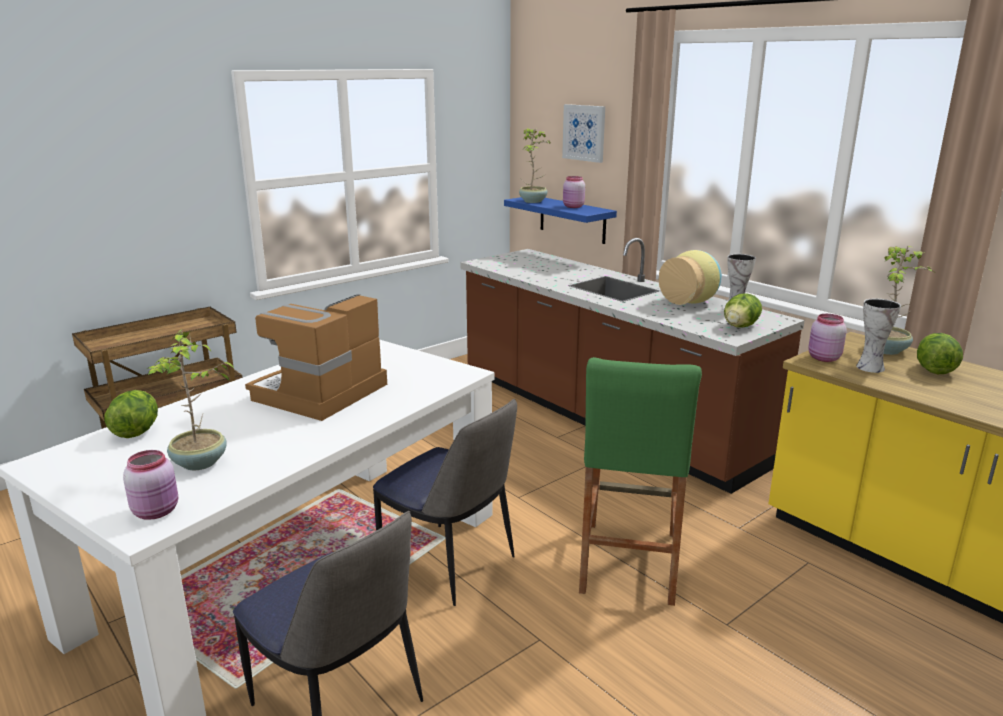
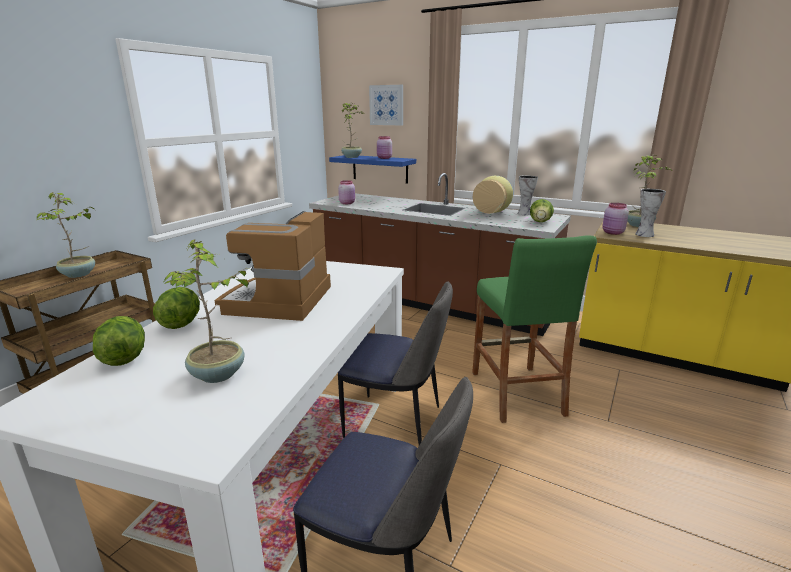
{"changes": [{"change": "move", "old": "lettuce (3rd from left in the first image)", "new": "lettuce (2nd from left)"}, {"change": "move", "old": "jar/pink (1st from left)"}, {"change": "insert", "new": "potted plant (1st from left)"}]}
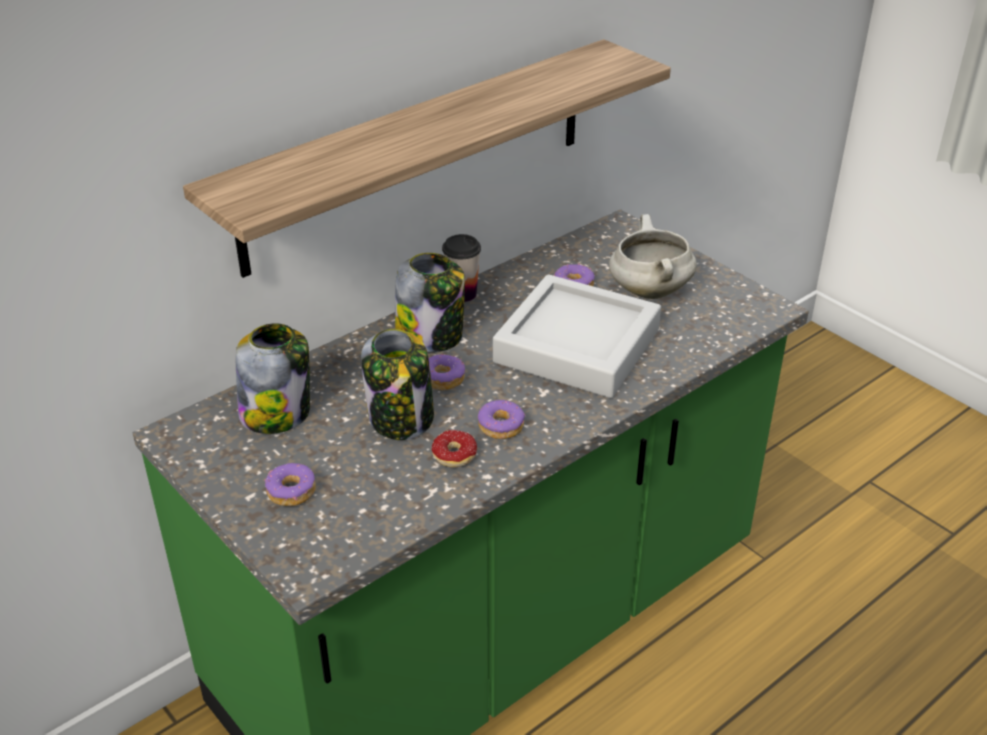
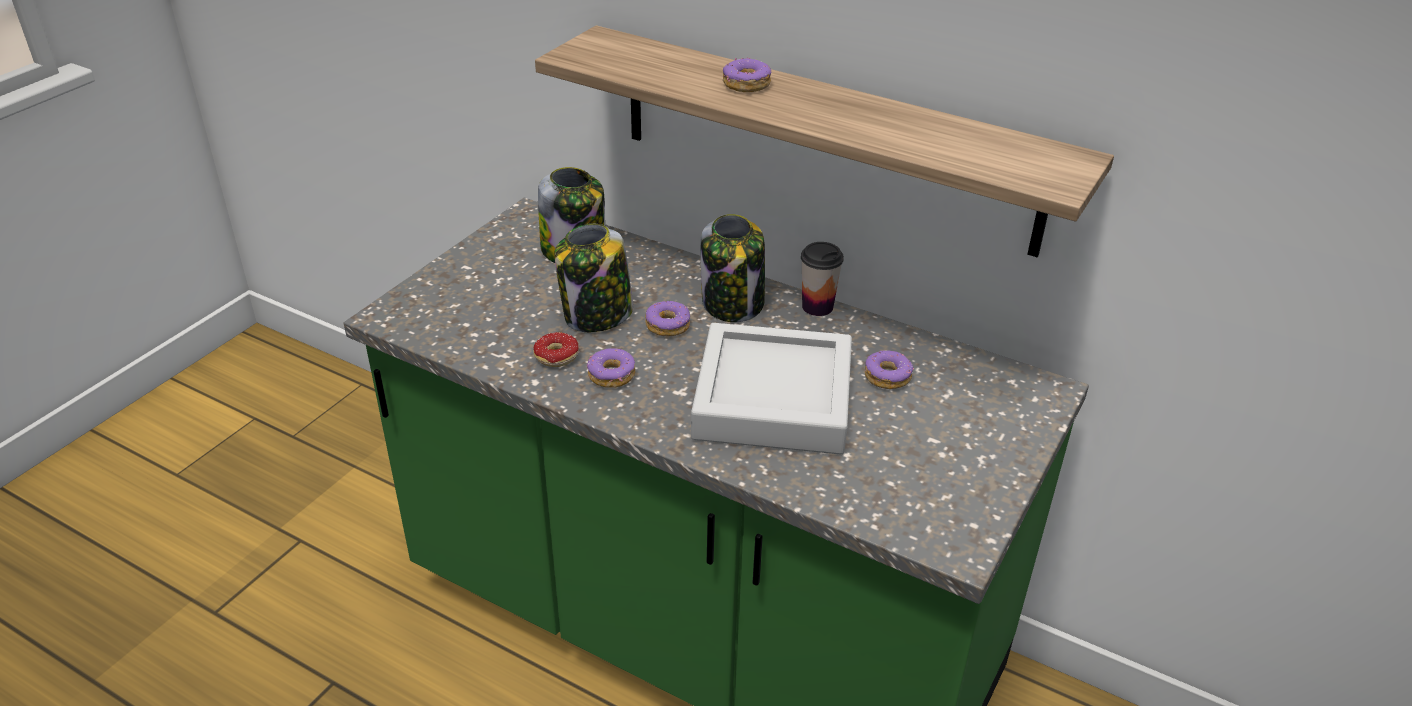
{"changes": [{"change": "delete", "old": "cooking pot/white"}, {"change": "move", "old": "donut (1st from left in the first image)", "new": "donut (4th from left)"}]}
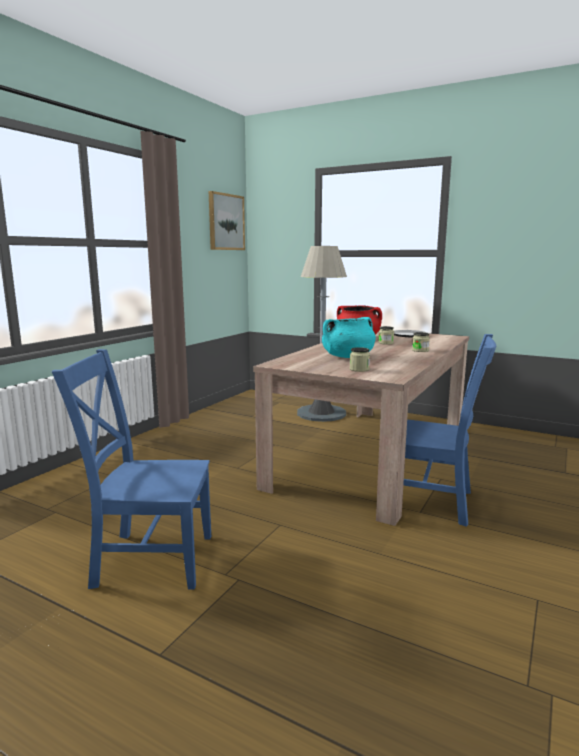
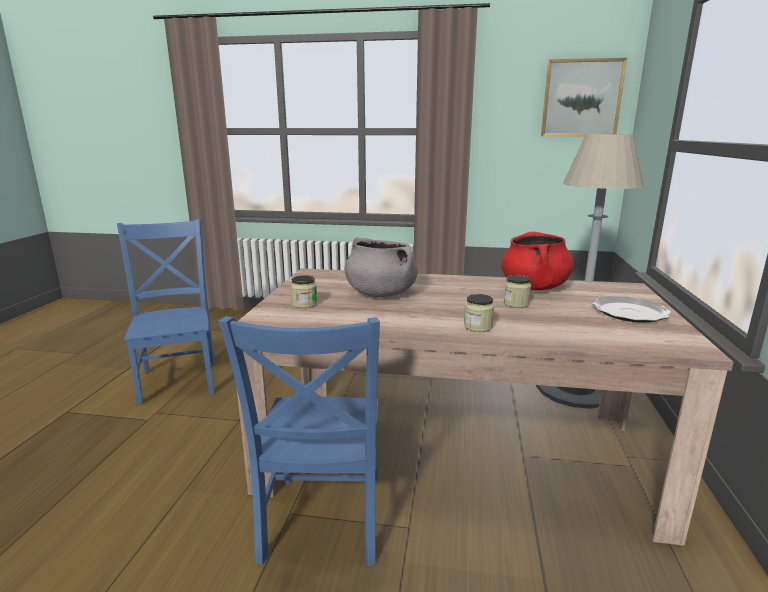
{"changes": [{"change": "recolor", "old": "cooking pot/turquoise", "new": "cooking pot/grey"}]}
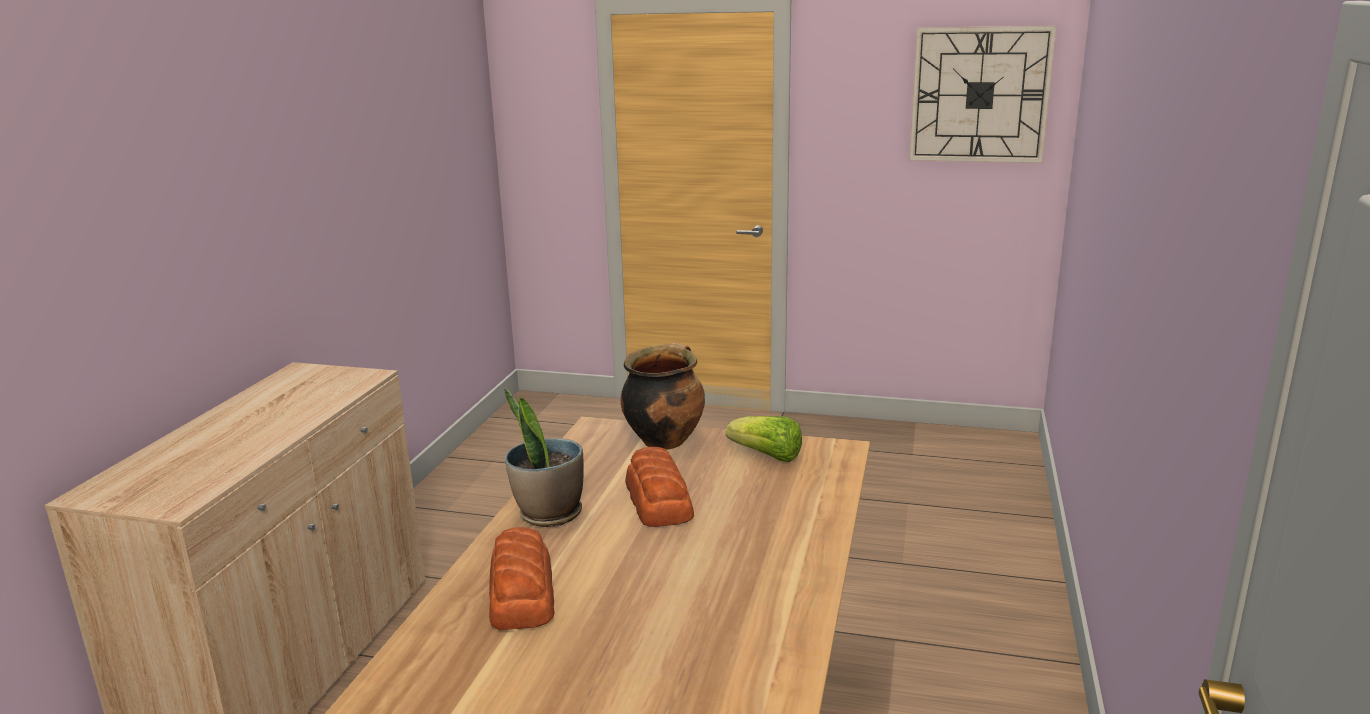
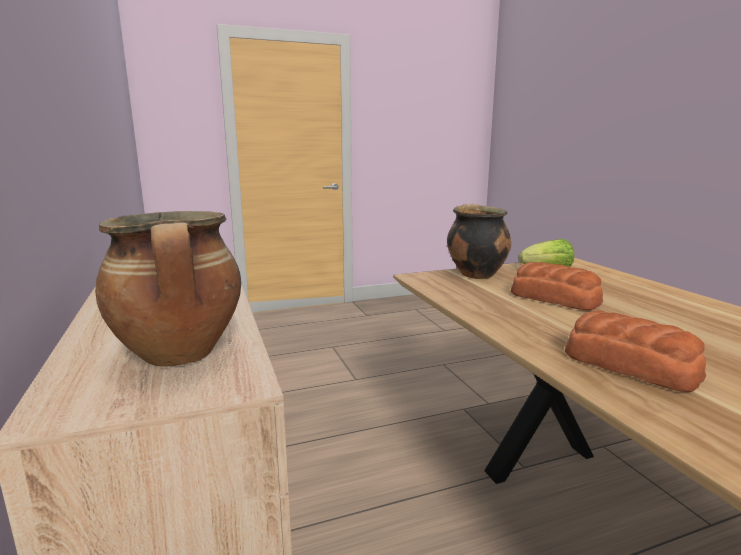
{"changes": [{"change": "delete", "old": "wall clock"}, {"change": "delete", "old": "potted plant"}, {"change": "insert", "new": "cooking pot (1st from left)"}]}
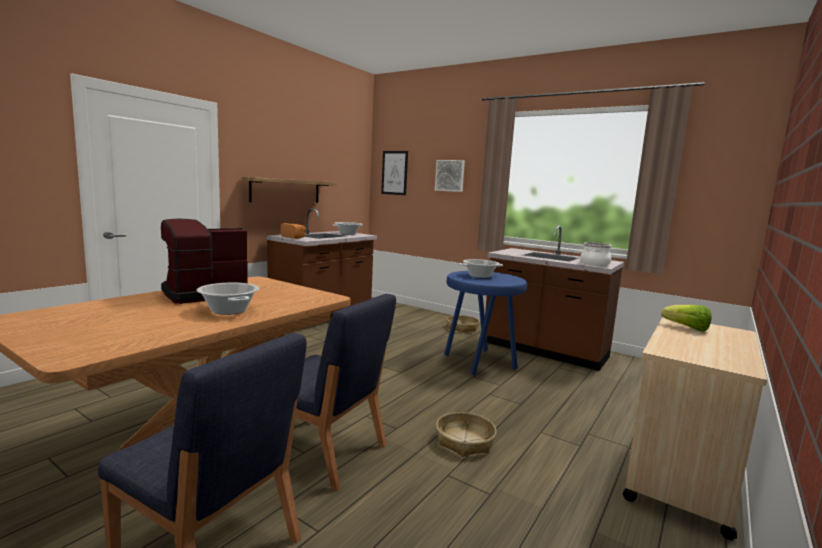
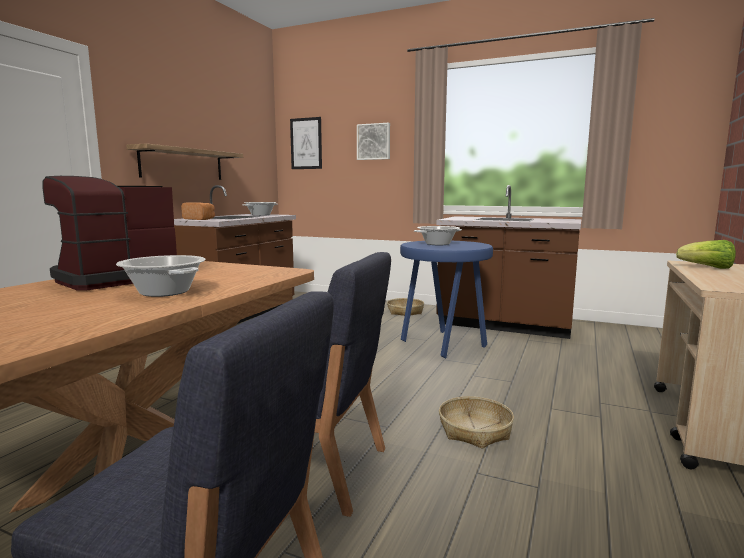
{"changes": [{"change": "delete", "old": "cooking pot (4th from left)"}]}
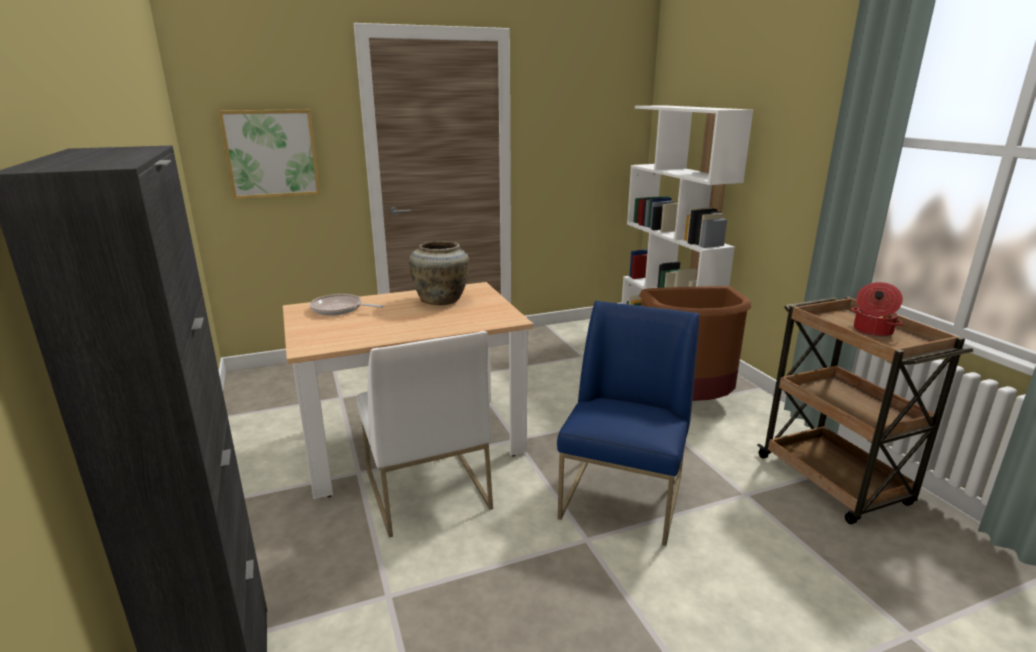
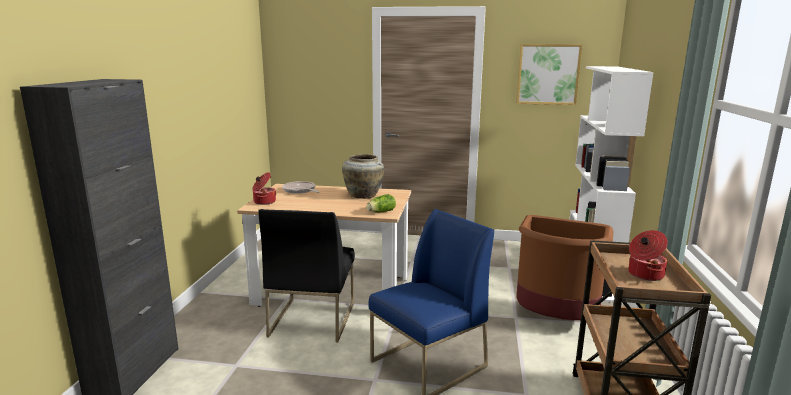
{"changes": [{"change": "move", "old": "picture"}, {"change": "recolor", "old": "chair/white", "new": "chair/black"}, {"change": "insert", "new": "cooking pot (1st from left)"}, {"change": "insert", "new": "lettuce"}]}
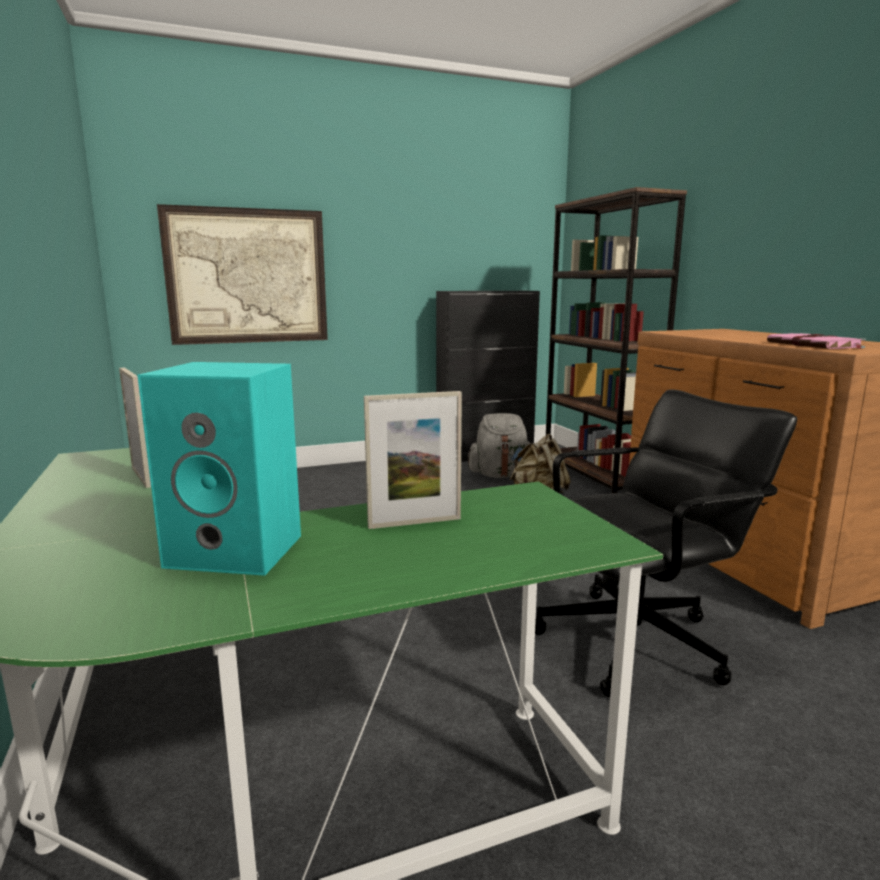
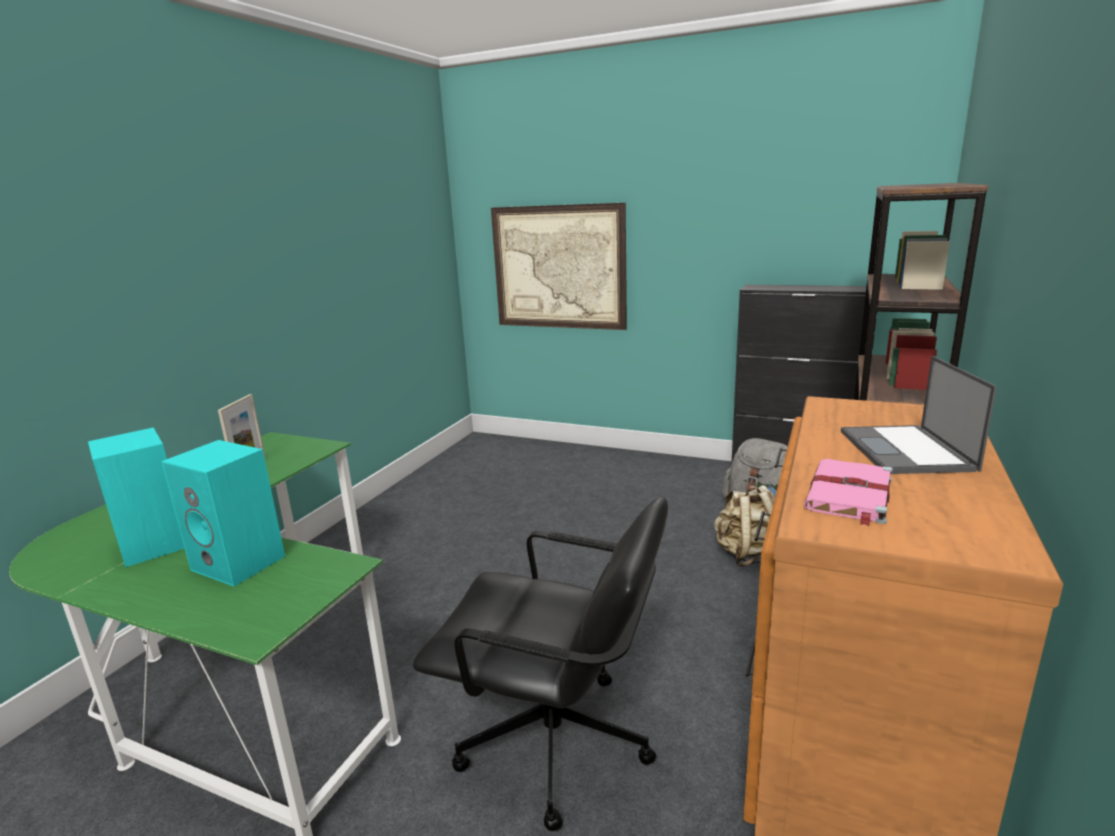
{"changes": [{"change": "replace", "old": "picture frame (2nd from left)", "new": "speaker/turquoise (2nd from left)"}, {"change": "insert", "new": "laptop"}]}
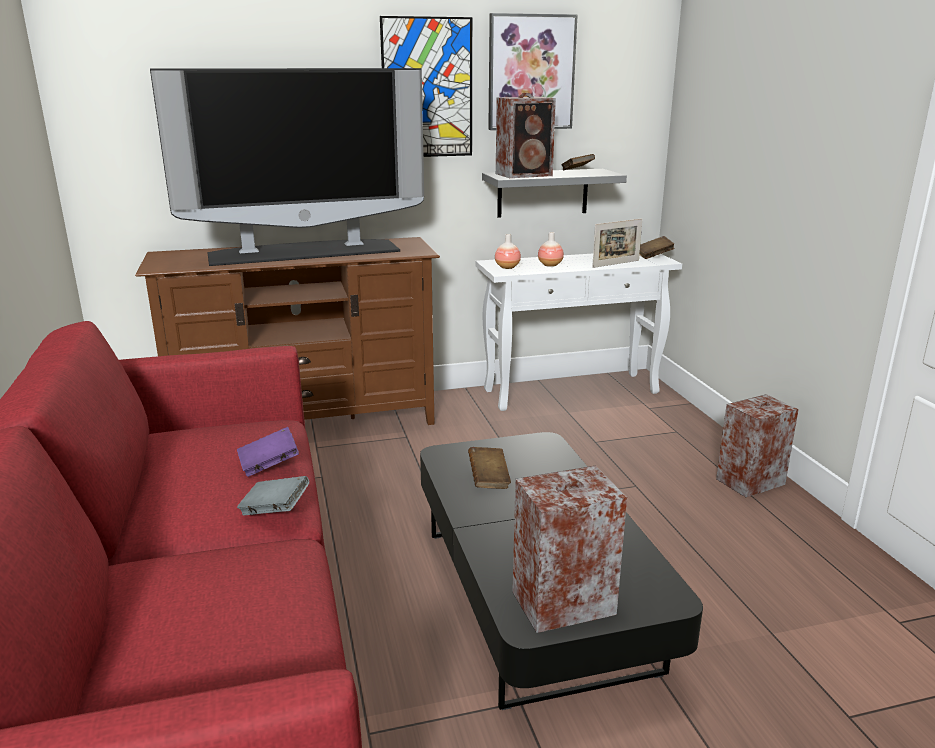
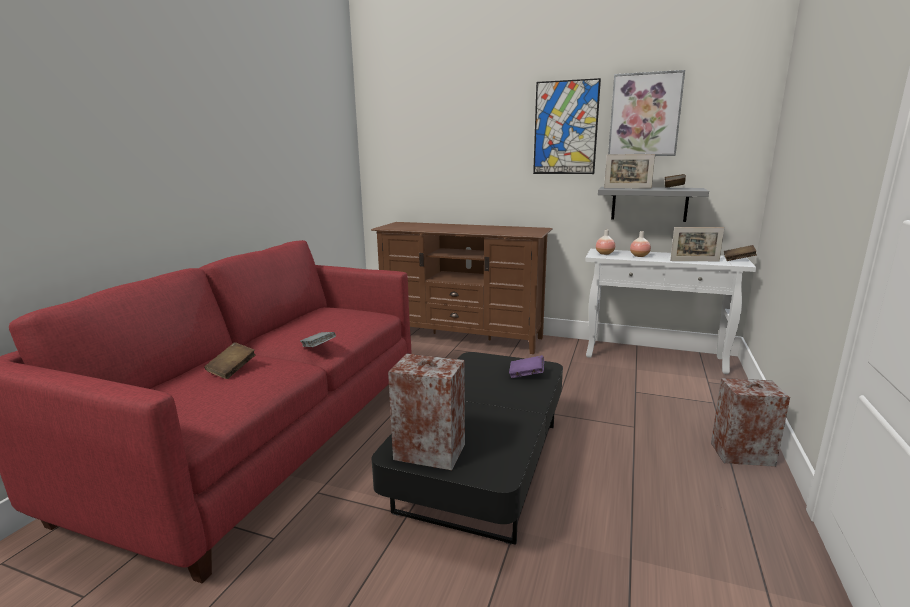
{"changes": [{"change": "delete", "old": "television"}, {"change": "replace", "old": "speaker (1st from left)", "new": "picture frame (1st from left)"}, {"change": "move", "old": "book/purple"}, {"change": "move", "old": "book/brown (1st from left)"}]}
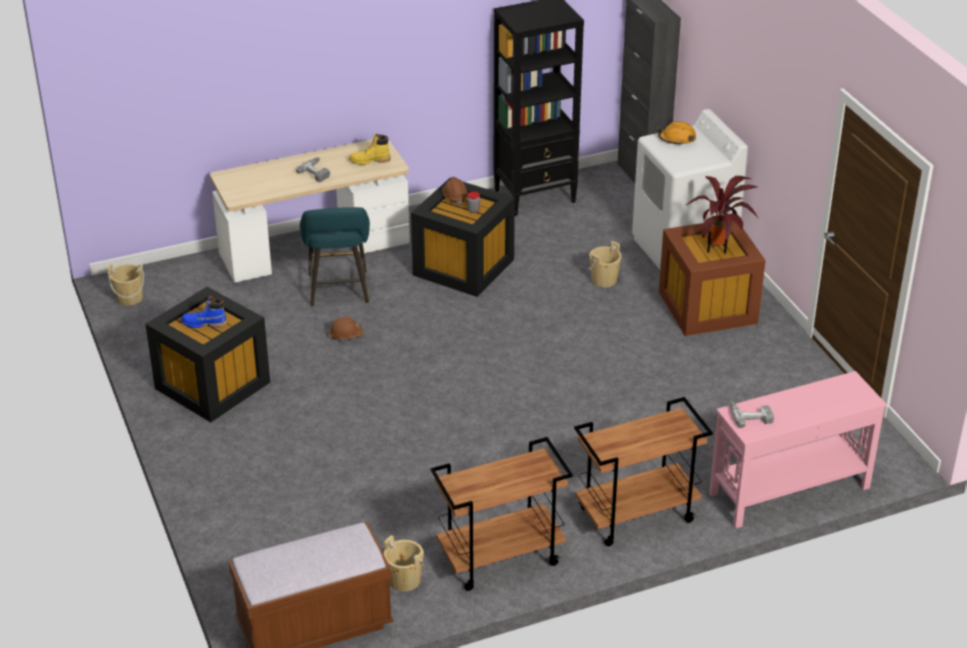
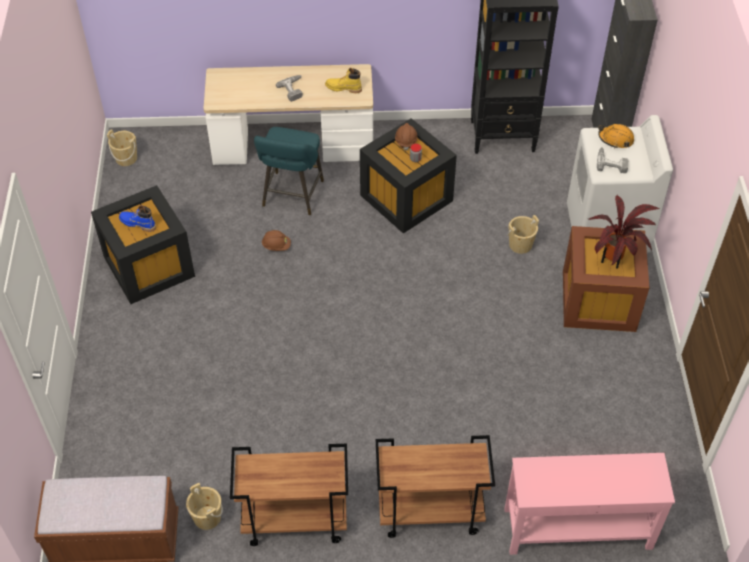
{"changes": [{"change": "move", "old": "power drill (2nd from left)"}]}
